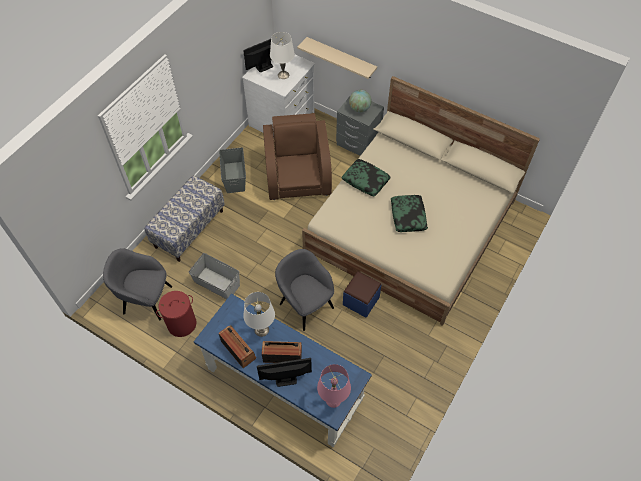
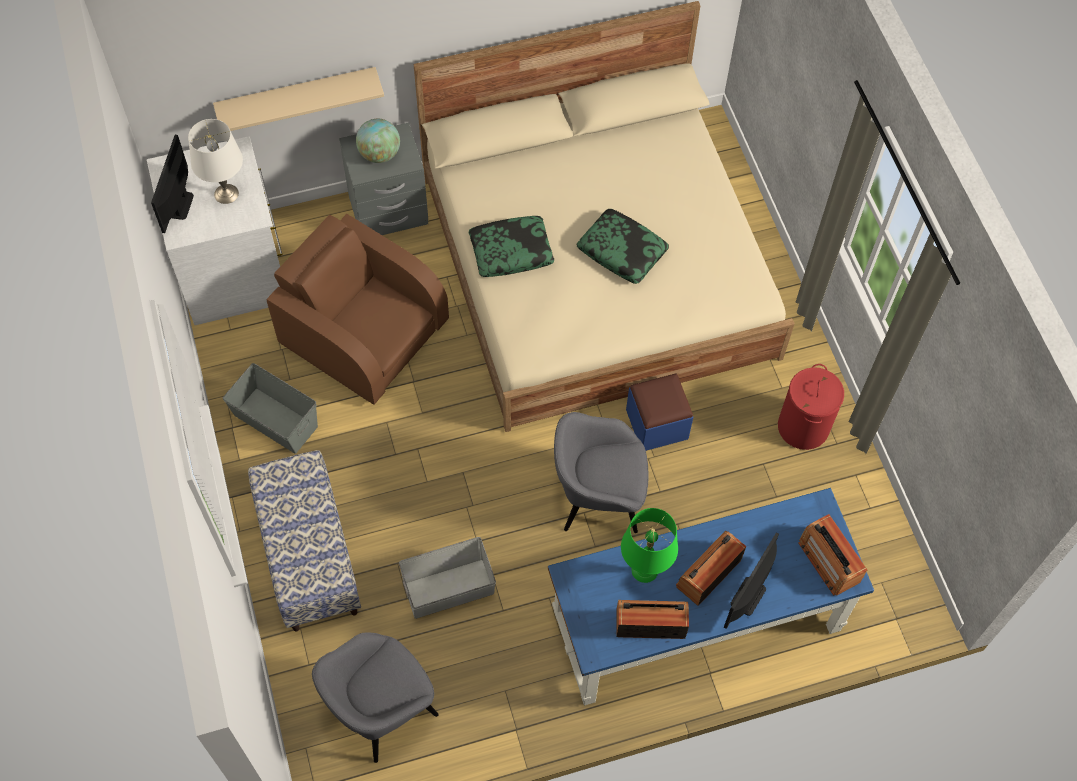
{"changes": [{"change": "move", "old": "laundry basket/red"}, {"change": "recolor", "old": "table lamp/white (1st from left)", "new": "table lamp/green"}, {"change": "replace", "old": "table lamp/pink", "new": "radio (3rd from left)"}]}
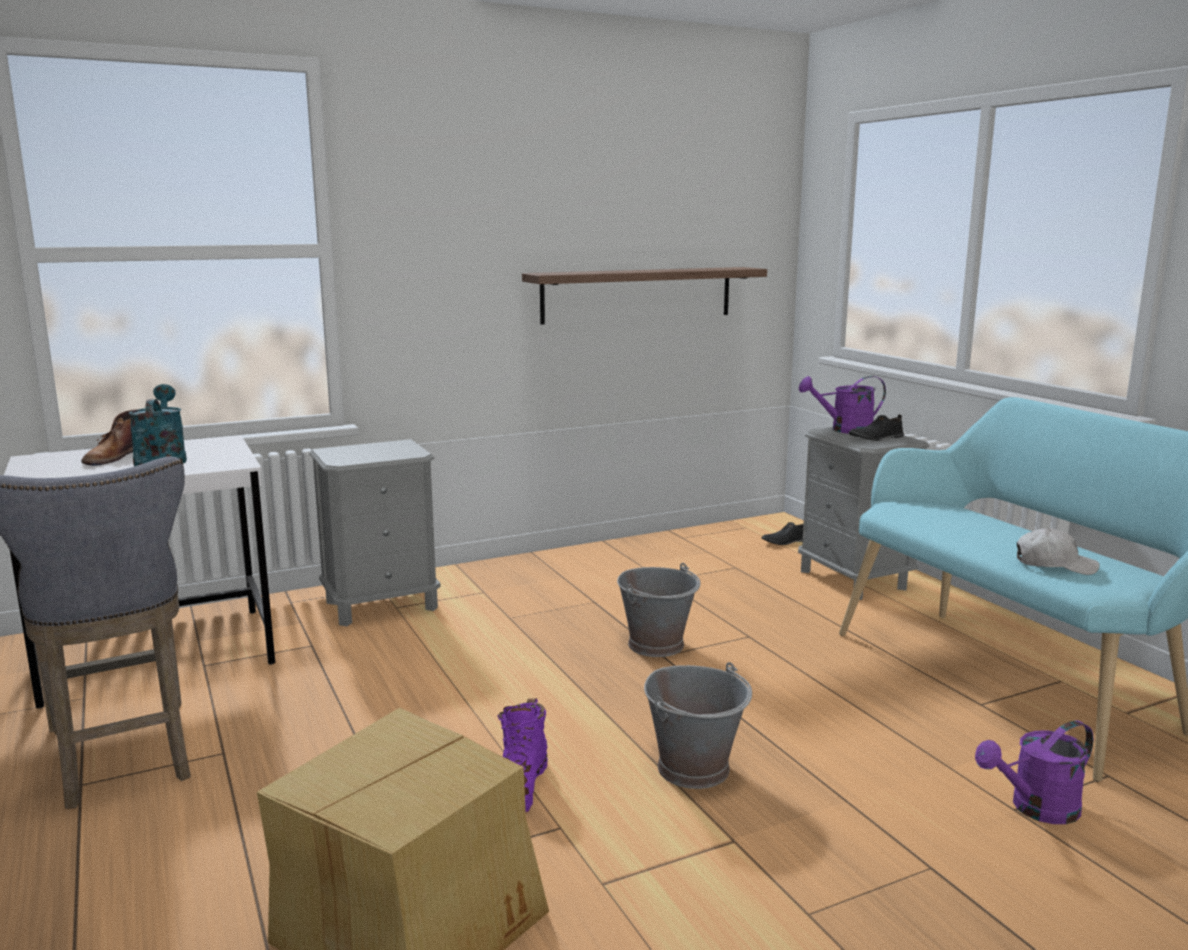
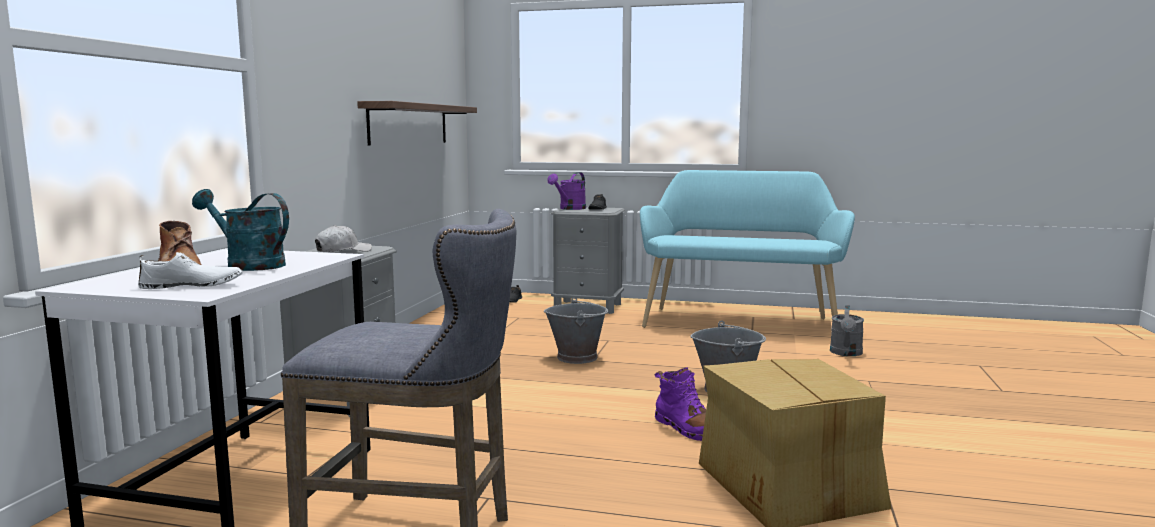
{"changes": [{"change": "move", "old": "cap/white"}, {"change": "recolor", "old": "watering can/purple (2nd from left)", "new": "watering can/grey"}, {"change": "insert", "new": "shoe/white"}]}
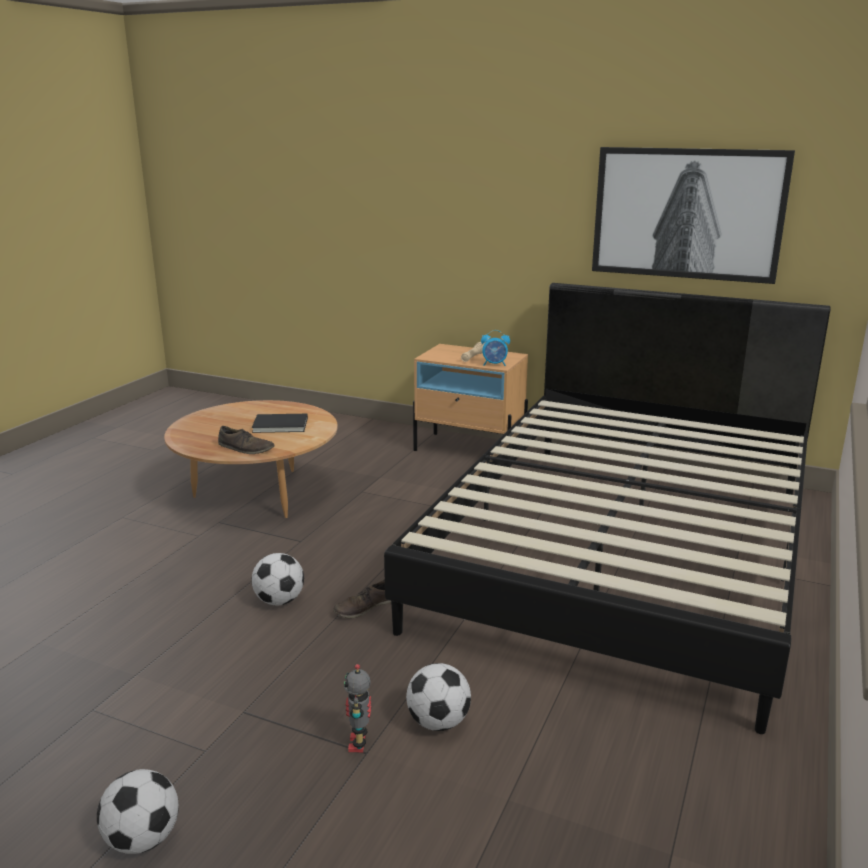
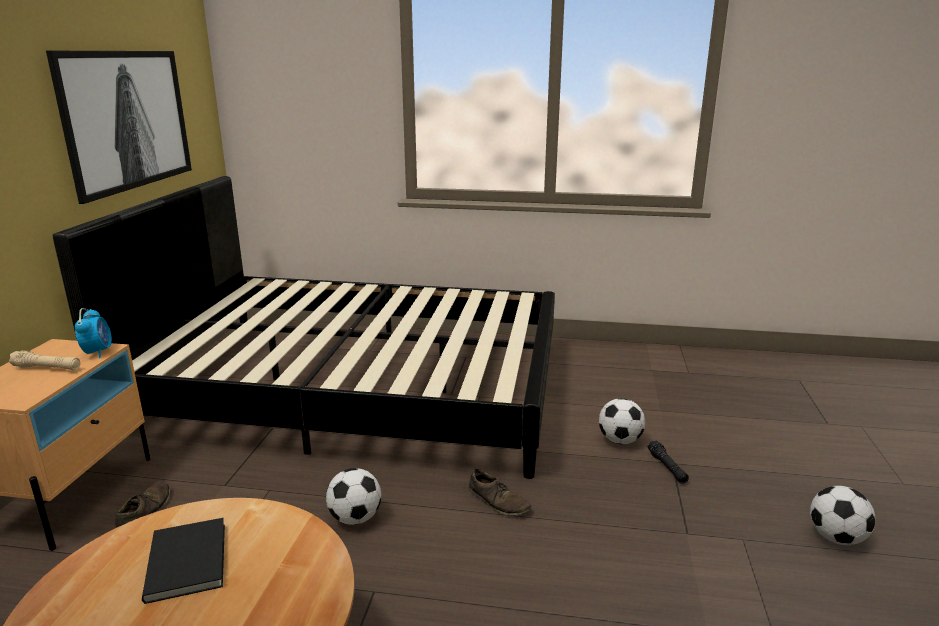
{"changes": [{"change": "move", "old": "shoe/brown (1st from left)"}, {"change": "move", "old": "football (2nd from left in the first image)", "new": "football (1st from left)"}, {"change": "replace", "old": "toy robot", "new": "flashlight/black"}]}
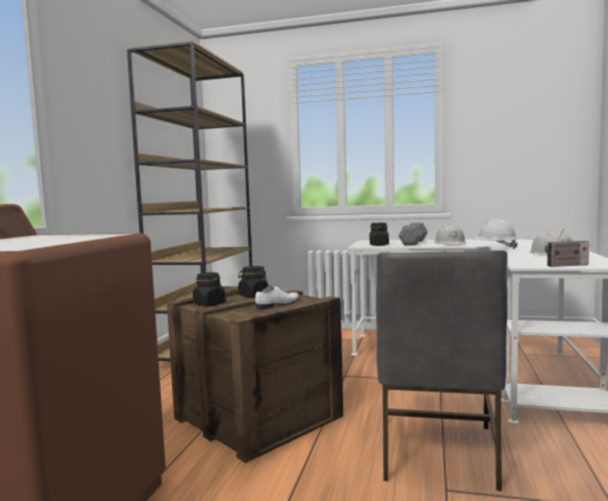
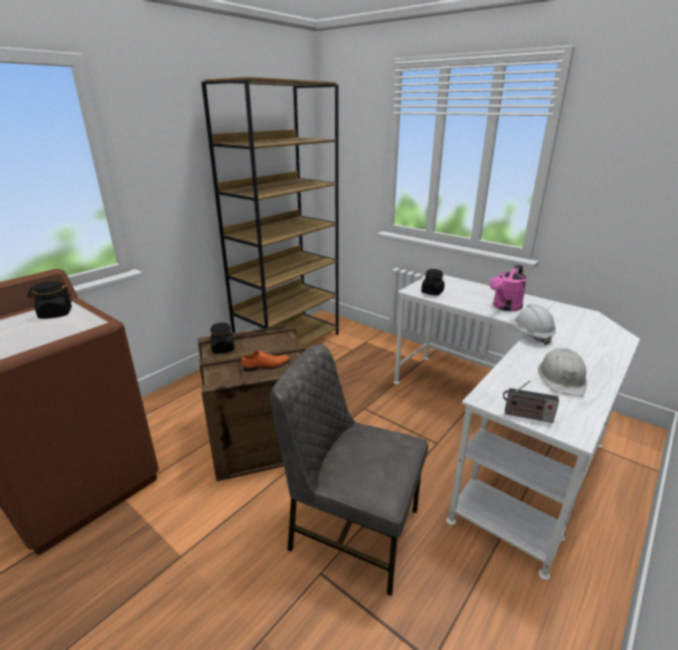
{"changes": [{"change": "delete", "old": "dumbbell/grey"}, {"change": "replace", "old": "hard hat/white (1st from left)", "new": "watering can/pink"}, {"change": "rotate", "old": "chair/grey", "degrees": 75}, {"change": "move", "old": "jar/black (2nd from left in the first image)", "new": "jar/black (1st from left)"}, {"change": "recolor", "old": "shoe/white", "new": "shoe/orange"}]}
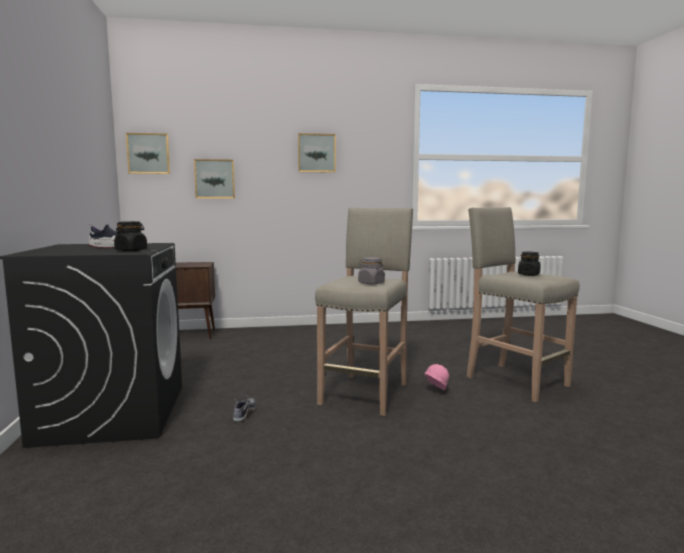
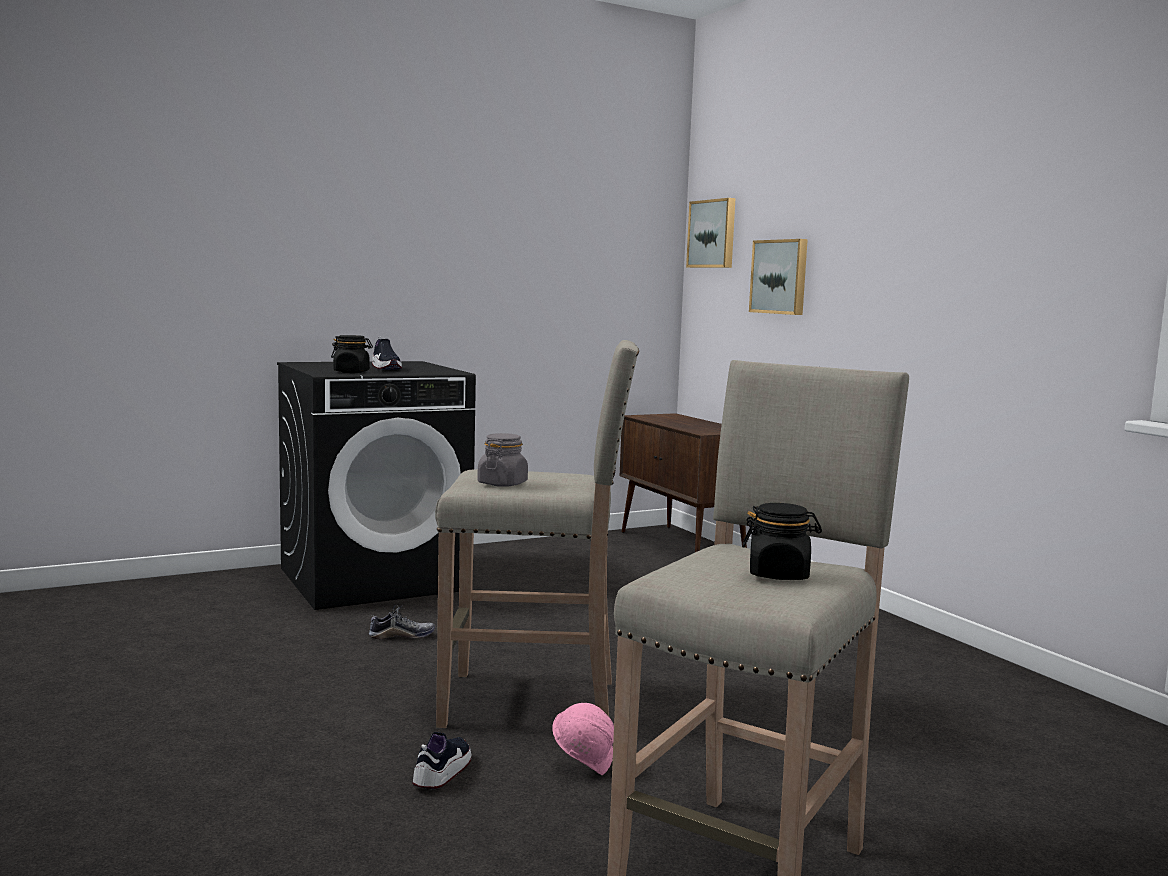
{"changes": [{"change": "delete", "old": "picture (3rd from left)"}, {"change": "insert", "new": "shoe (3rd from left)"}]}
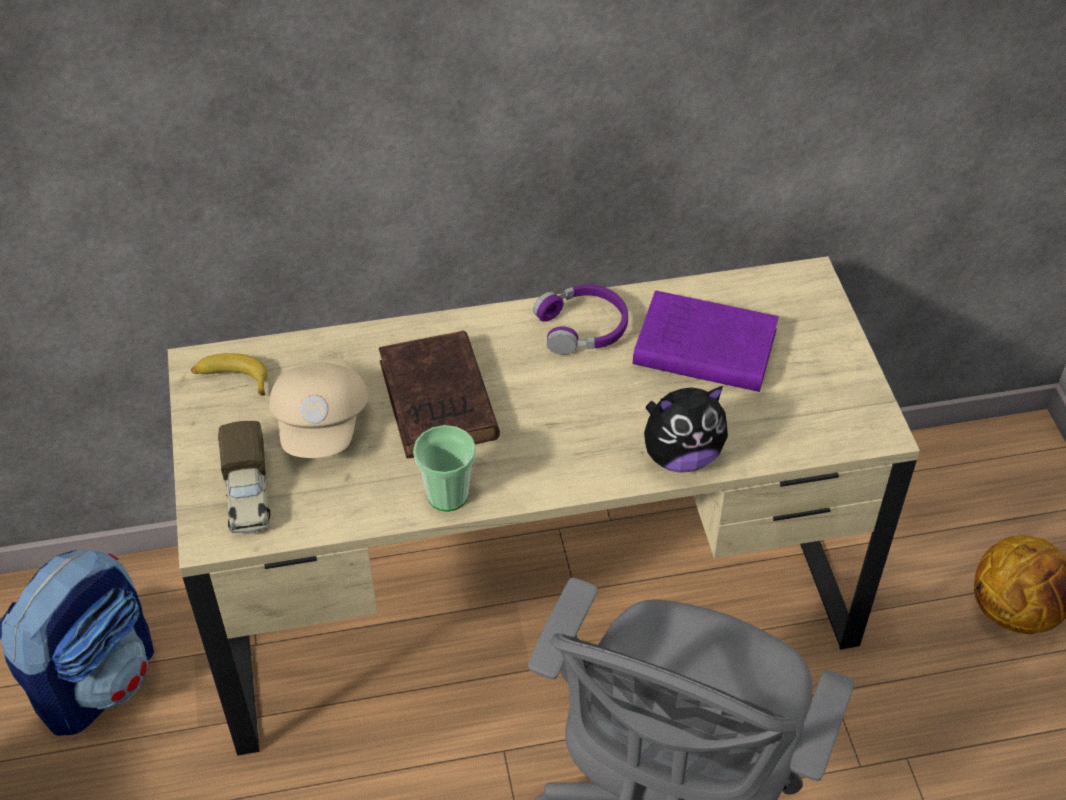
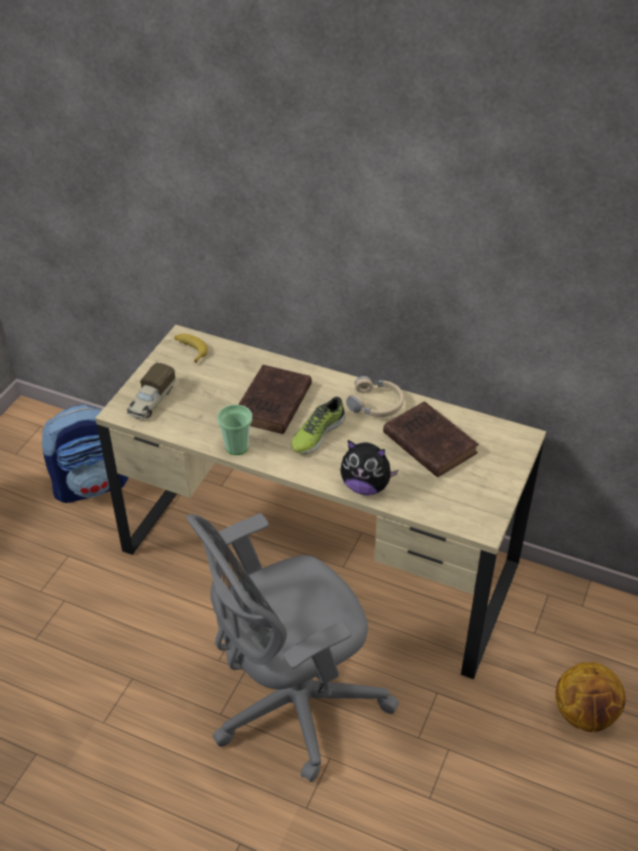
{"changes": [{"change": "recolor", "old": "headphones/purple", "new": "headphones/beige"}, {"change": "recolor", "old": "book/purple", "new": "book/brown (2nd from left)"}, {"change": "delete", "old": "cap/beige"}, {"change": "insert", "new": "shoe"}]}
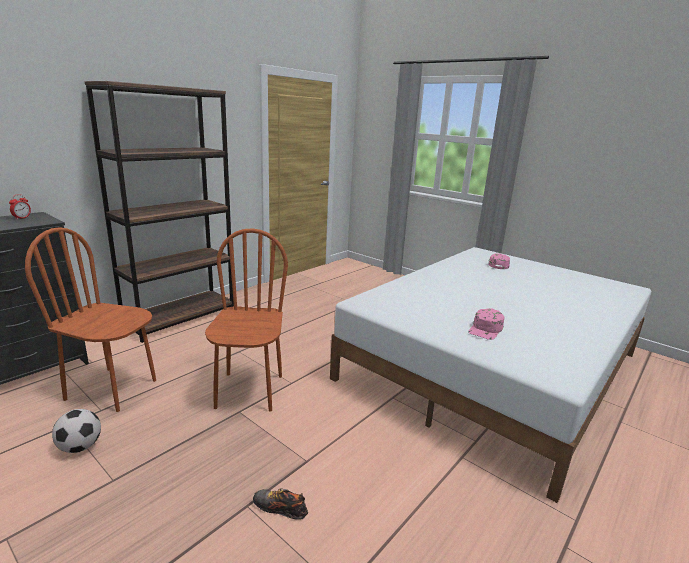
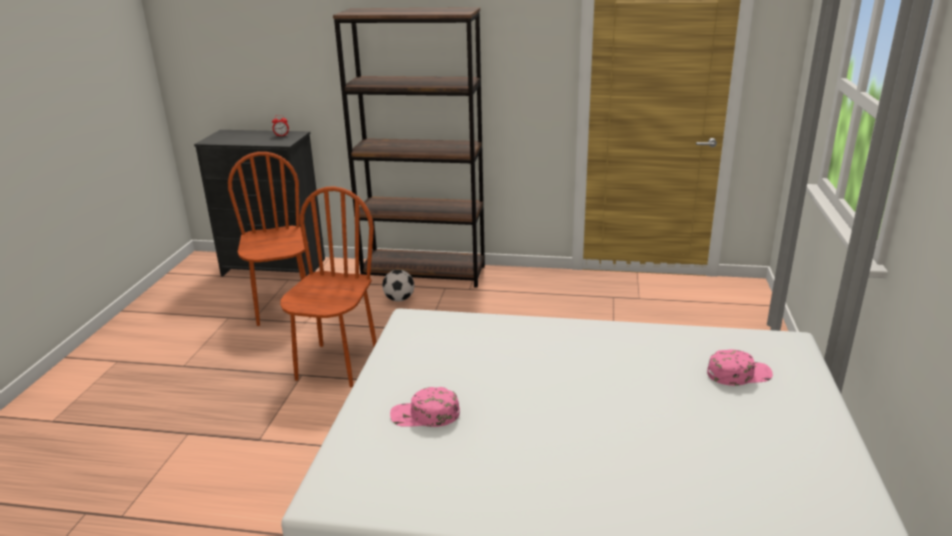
{"changes": [{"change": "rotate", "old": "chair/brown (2nd from left)", "degrees": -45}, {"change": "move", "old": "football"}, {"change": "delete", "old": "shoe"}]}
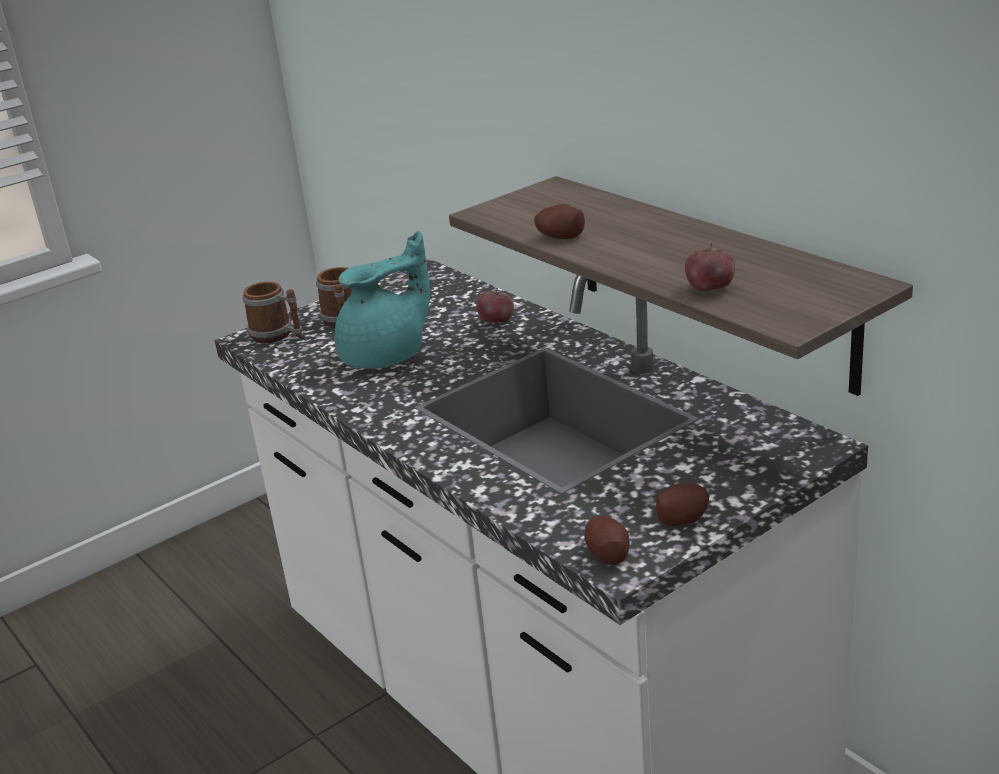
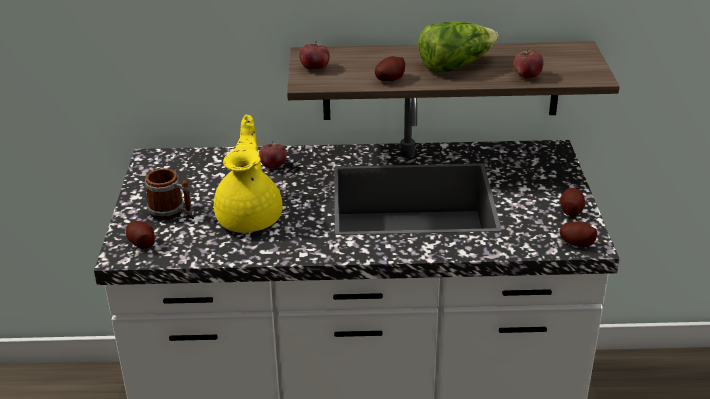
{"changes": [{"change": "recolor", "old": "teapot/turquoise", "new": "teapot/yellow"}, {"change": "replace", "old": "mug (1st from left)", "new": "potato (1st from left)"}, {"change": "insert", "new": "lettuce"}, {"change": "insert", "new": "apple (2nd from left)"}]}
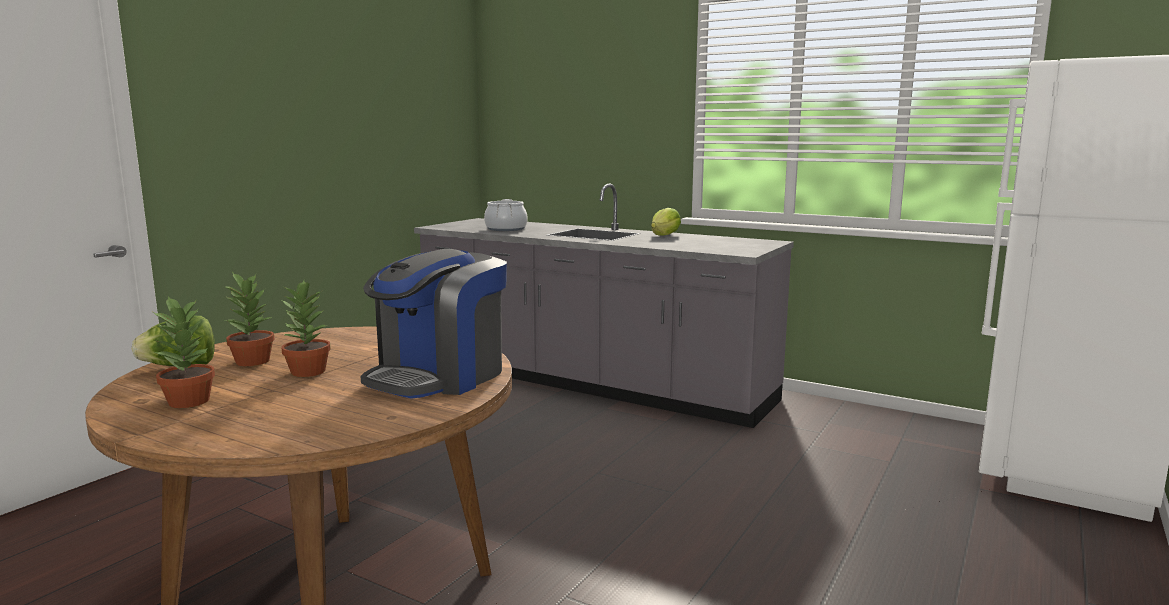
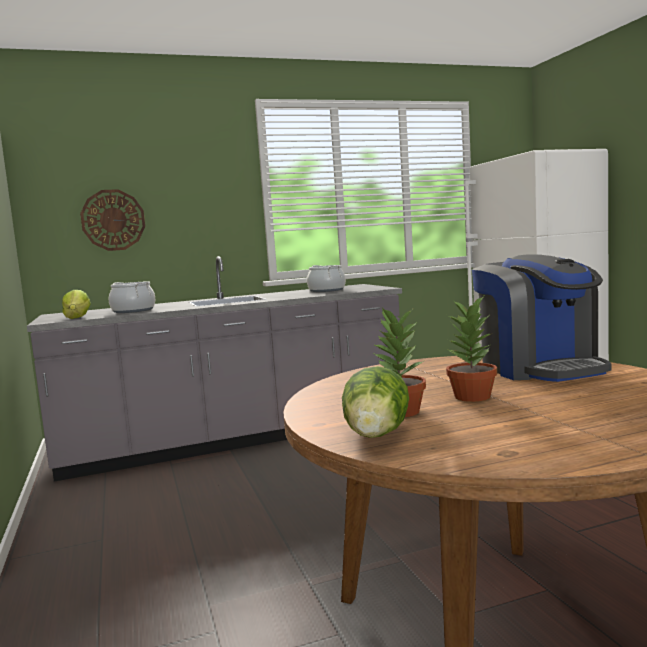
{"changes": [{"change": "move", "old": "lettuce (2nd from left in the first image)", "new": "lettuce (1st from left)"}, {"change": "delete", "old": "potted plant (1st from left)"}, {"change": "insert", "new": "wall clock"}, {"change": "insert", "new": "cooking pot (2nd from left)"}]}
